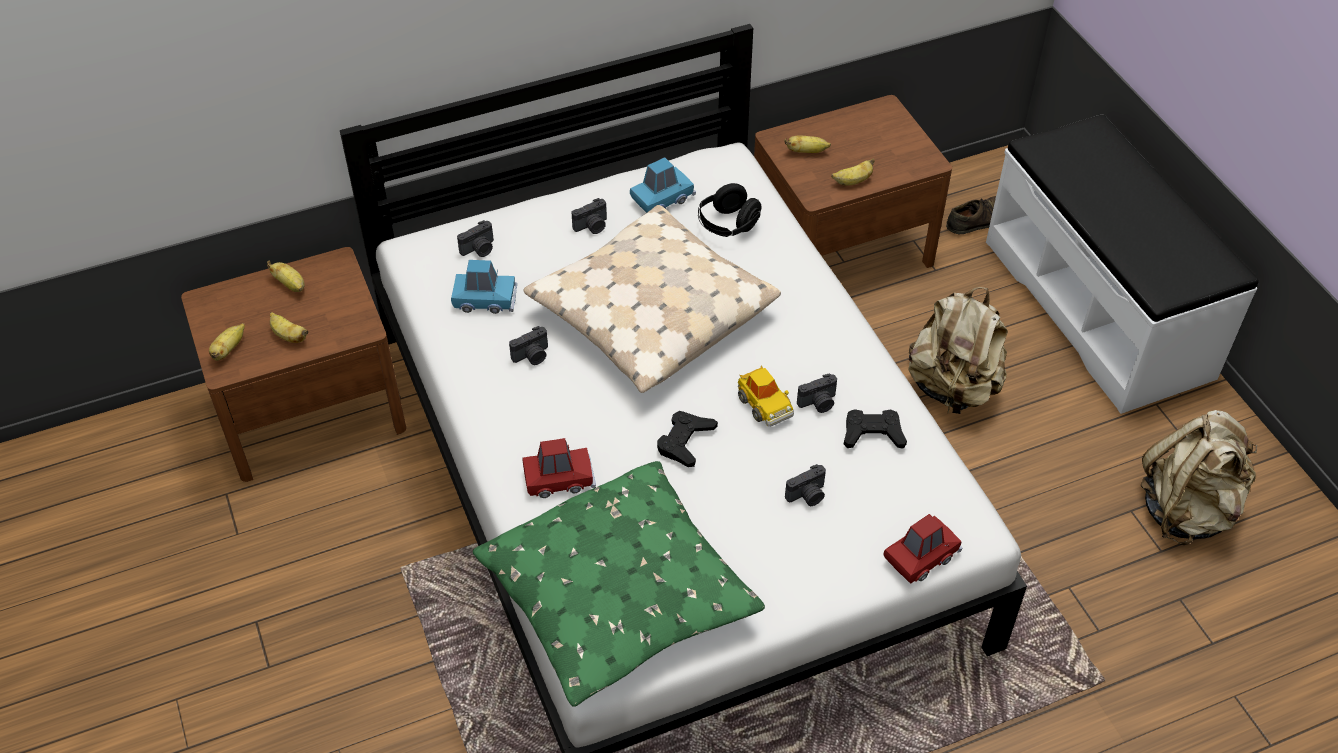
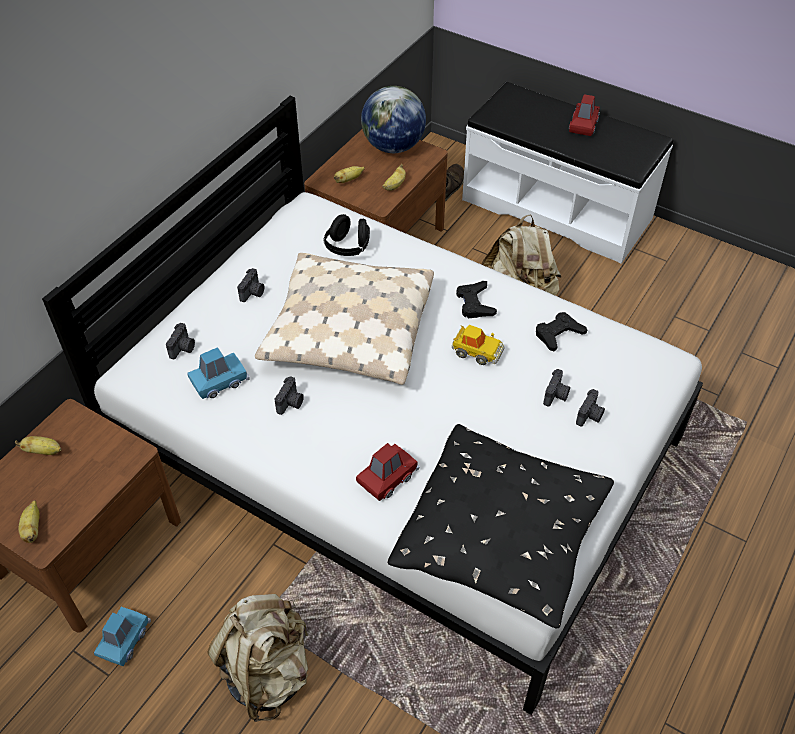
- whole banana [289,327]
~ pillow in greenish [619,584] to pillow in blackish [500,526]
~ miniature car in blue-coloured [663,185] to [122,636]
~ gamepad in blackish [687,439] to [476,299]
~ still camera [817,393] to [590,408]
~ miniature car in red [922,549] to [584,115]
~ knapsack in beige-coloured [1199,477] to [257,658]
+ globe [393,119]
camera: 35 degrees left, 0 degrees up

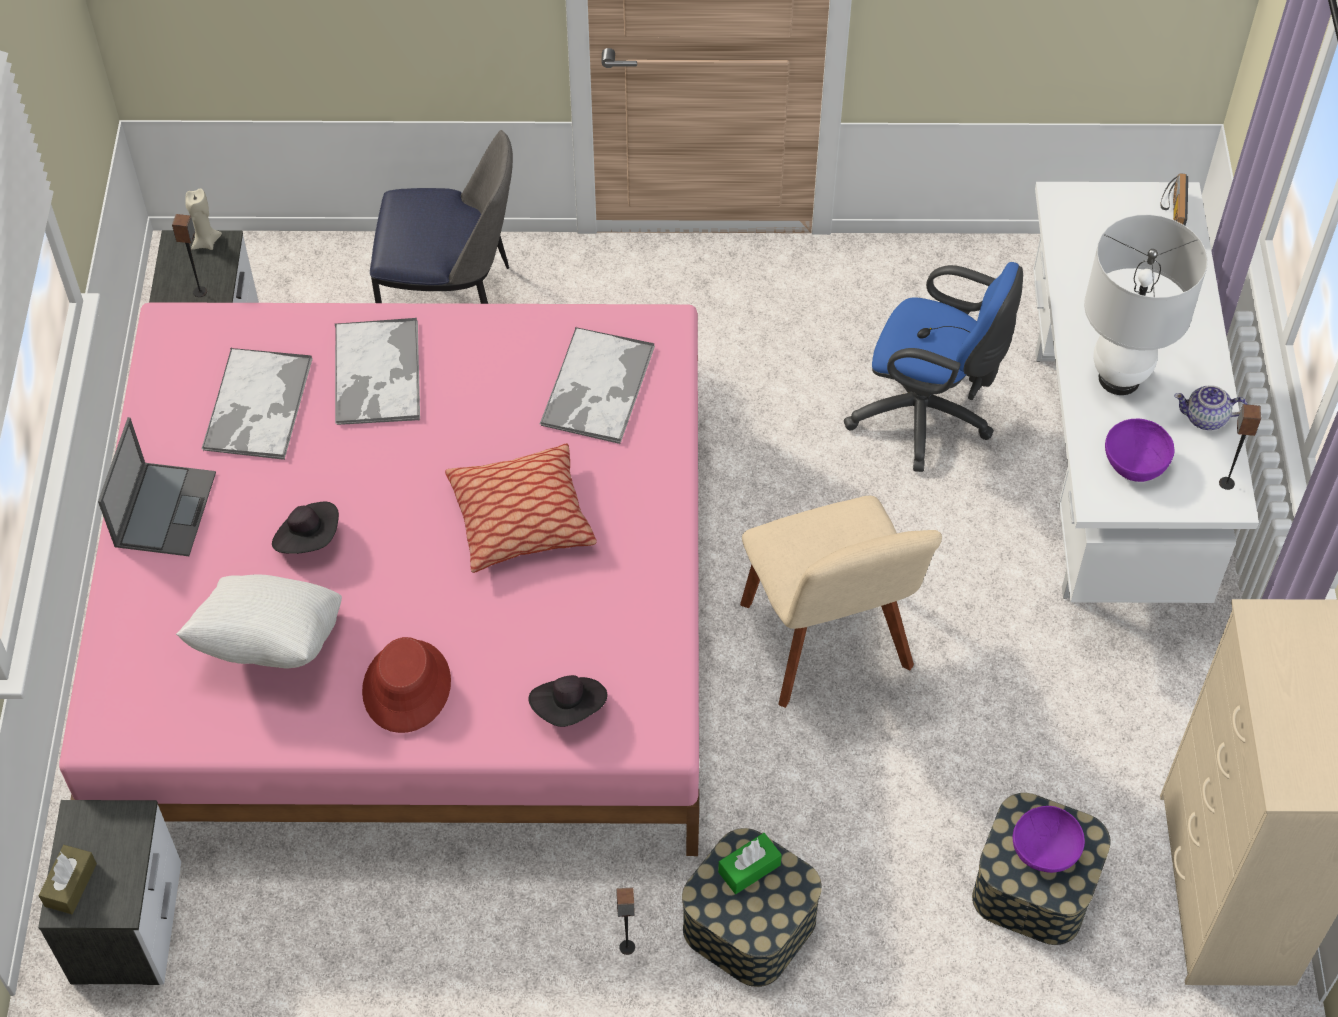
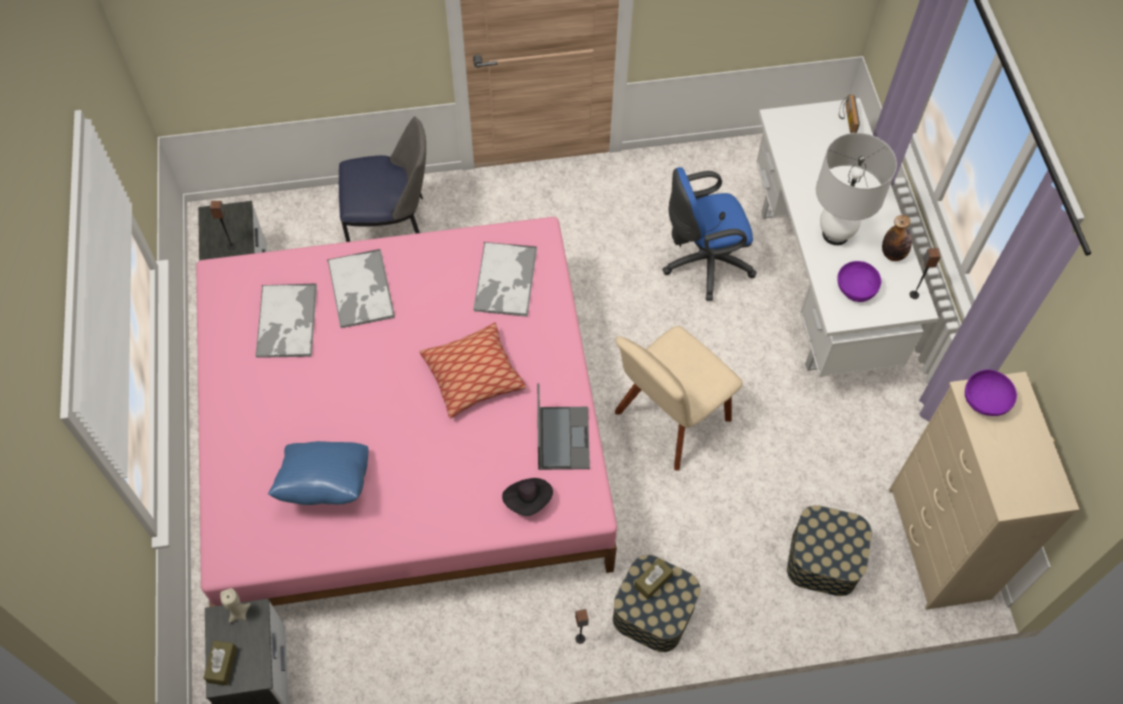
~ portable computer [157,486] to [563,426]
~ pillow in white-coloured [259,621] to pillow in blue-coloured [318,473]
~ wax light in beige-coloured [203,219] to [235,605]
- wearable hat in blackish [305,527]
- wearable hat in red [406,685]
~ tissue box in greenish [750,863] to tissue box in brownish [653,579]
~ plain chair in beige-coloured [841,602] = [679,398] 75 degrees clockwise
~ computer chair in blue-coloured [933,367] = [710,234] 150 degrees clockwise
~ deep dish in purplish [1048,839] to [991,392]
~ teapot [1211,407] to bottle [897,238]
camera: 10 degrees left, 5 degrees up

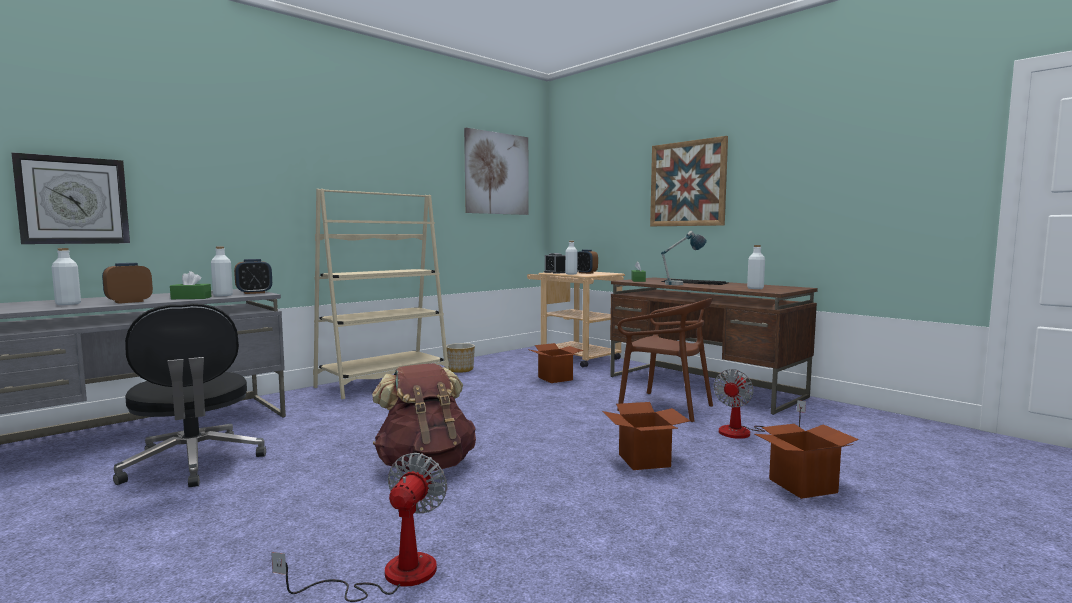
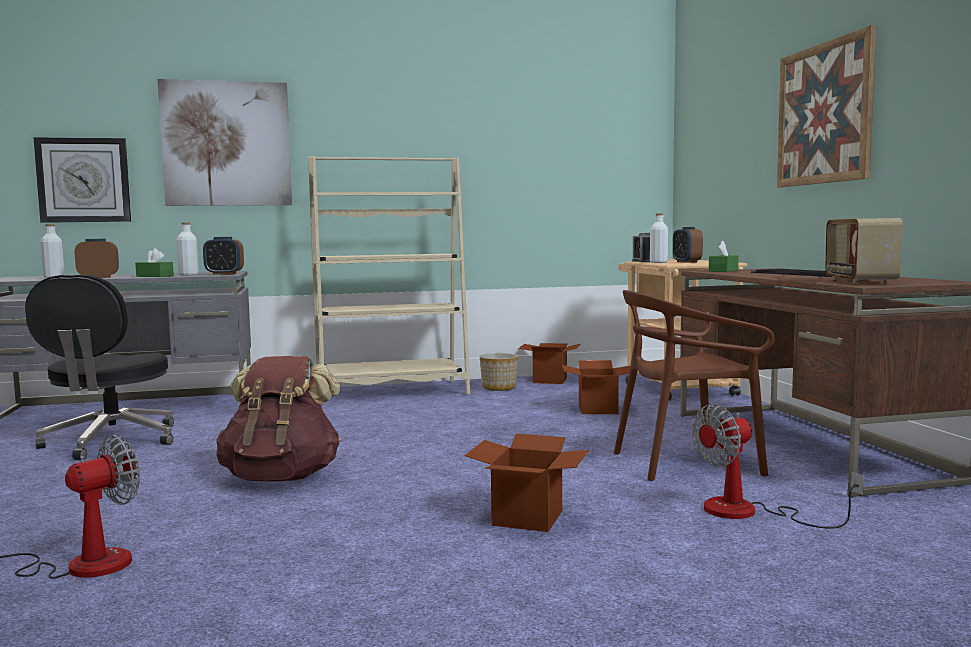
~ picture [496,171] to [224,142]
~ plain chair in brownish [665,360] = [694,385] 105 degrees clockwise
- tabletop lamp [684,258]
~ bottle in white-coloured [756,267] to radio receiver [864,251]
~ packing box [807,461] to [549,363]
camera: 30 degrees right, 0 degrees up

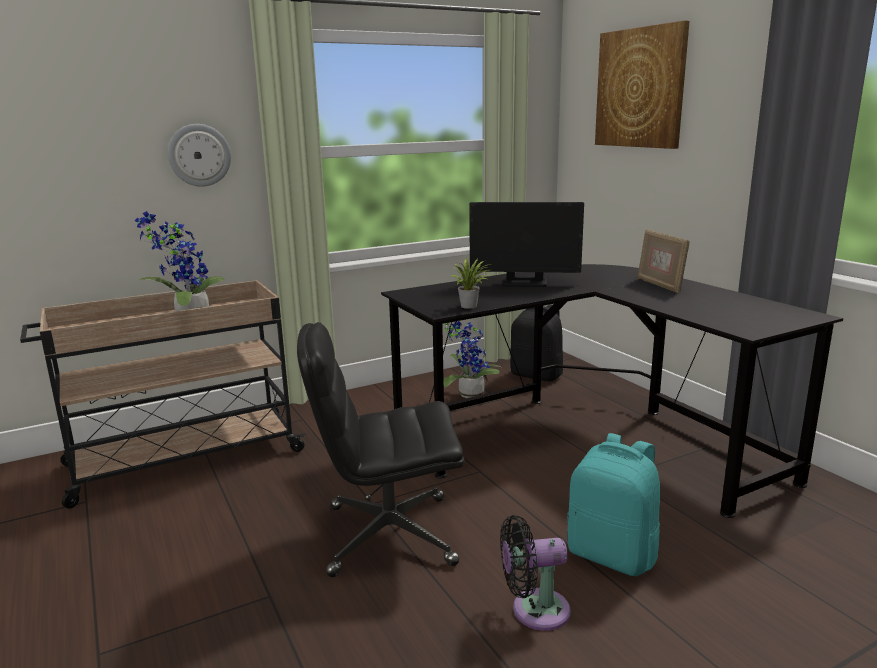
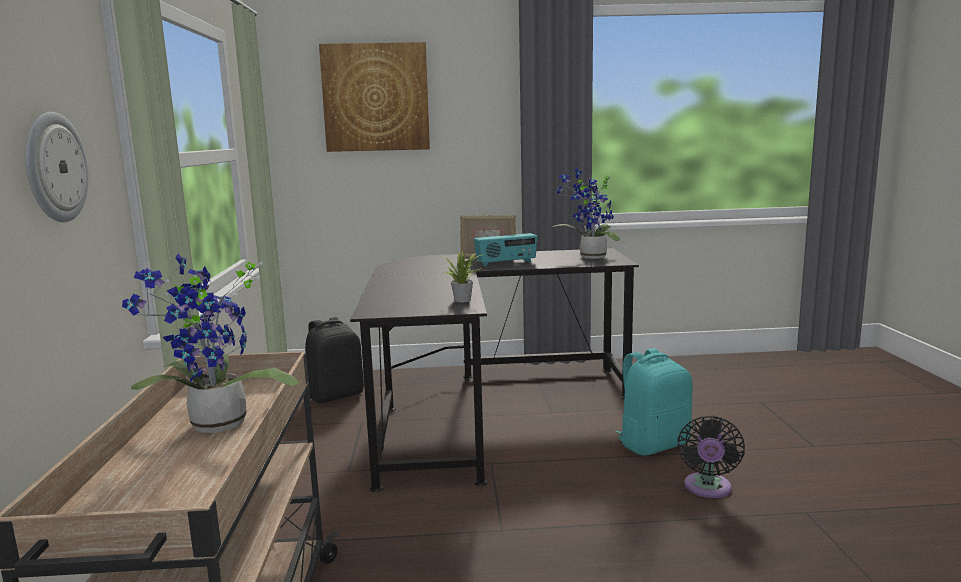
- computer chair in blackish [381,449]
~ plant in a pot [472,359] to [586,213]
- computer screen [526,244]
+ radio receiver [506,250]
camera: 65 degrees left, 5 degrees down

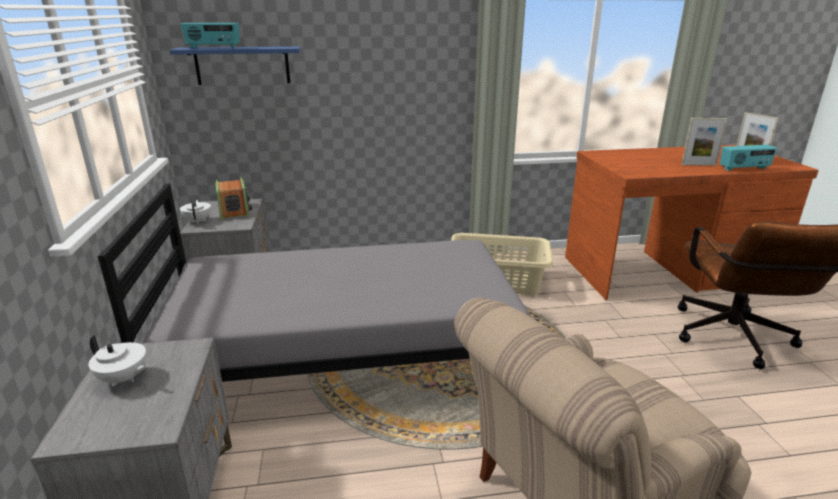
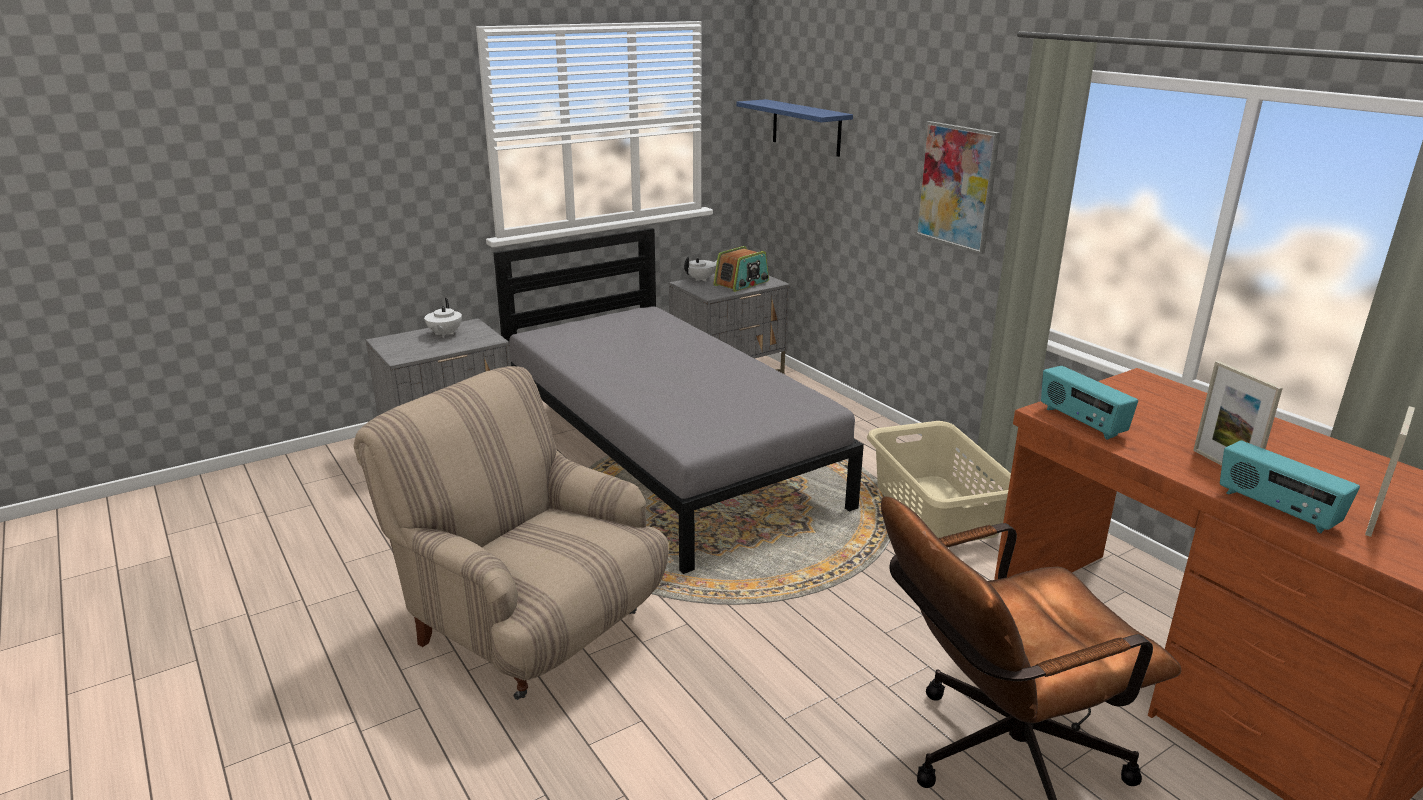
~ radio receiver [210,36] to [1089,403]
+ picture [957,187]
camera: 65 degrees right, 0 degrees up

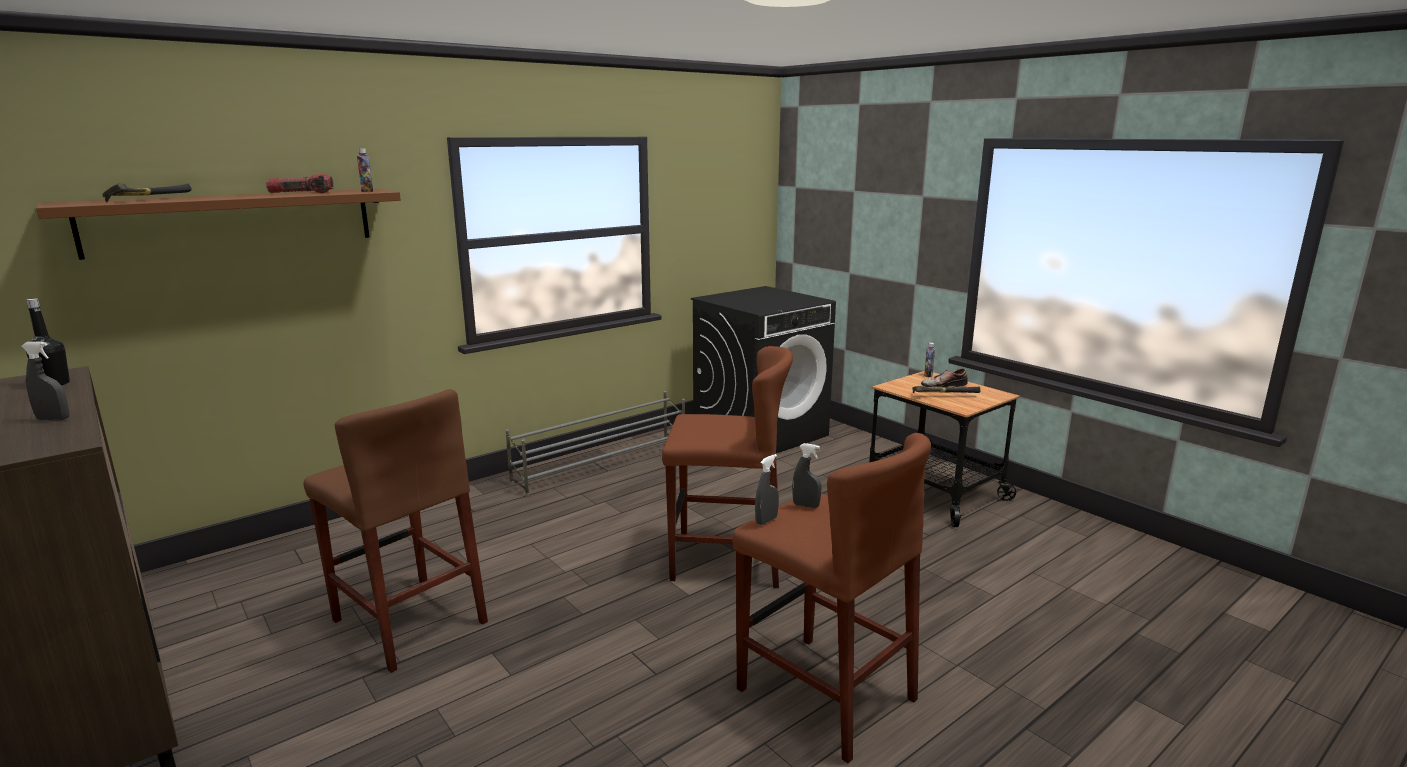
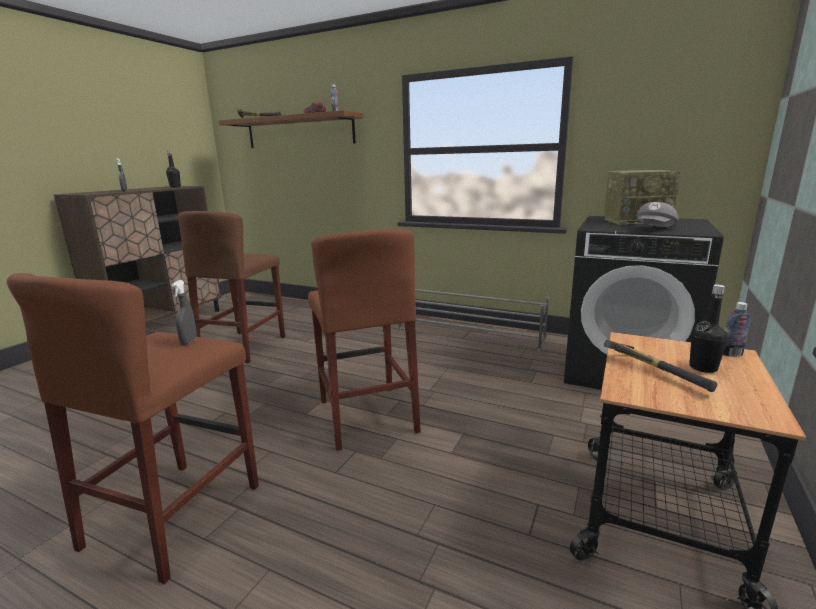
- spray bottle in gray [767,489]
~ item of footwear [944,377] to bottle in blackish [708,328]
+ radio receiver [642,197]
+ baseball cap in gray [657,214]
camera: 65 degrees right, 0 degrees up

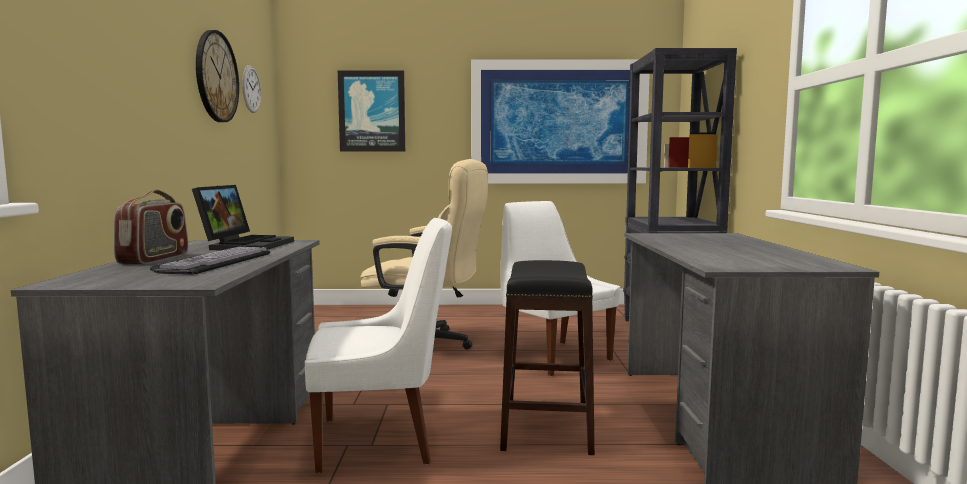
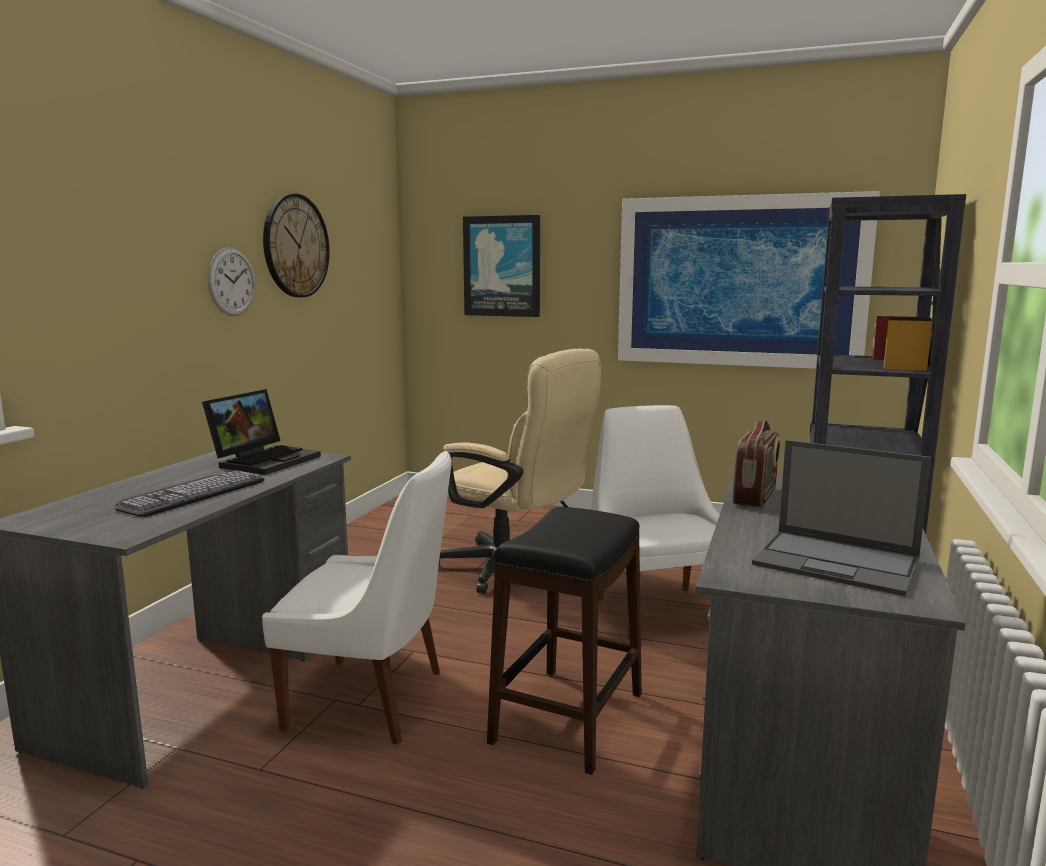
~ radio receiver [151,227] to [756,463]
~ hanging clock [251,89] to [231,281]
+ portable computer [841,518]
camera: 20 degrees right, 5 degrees up

